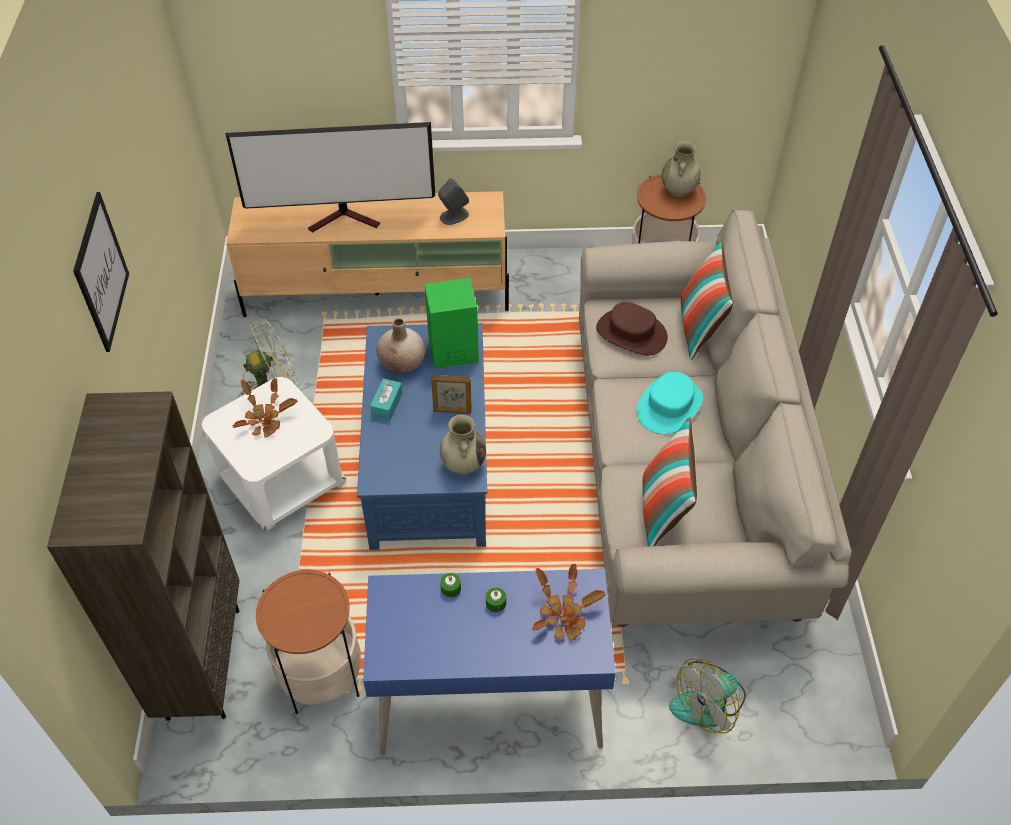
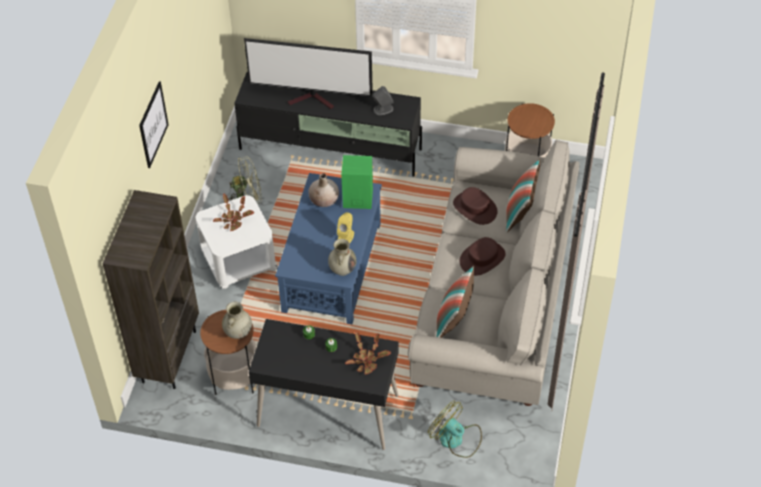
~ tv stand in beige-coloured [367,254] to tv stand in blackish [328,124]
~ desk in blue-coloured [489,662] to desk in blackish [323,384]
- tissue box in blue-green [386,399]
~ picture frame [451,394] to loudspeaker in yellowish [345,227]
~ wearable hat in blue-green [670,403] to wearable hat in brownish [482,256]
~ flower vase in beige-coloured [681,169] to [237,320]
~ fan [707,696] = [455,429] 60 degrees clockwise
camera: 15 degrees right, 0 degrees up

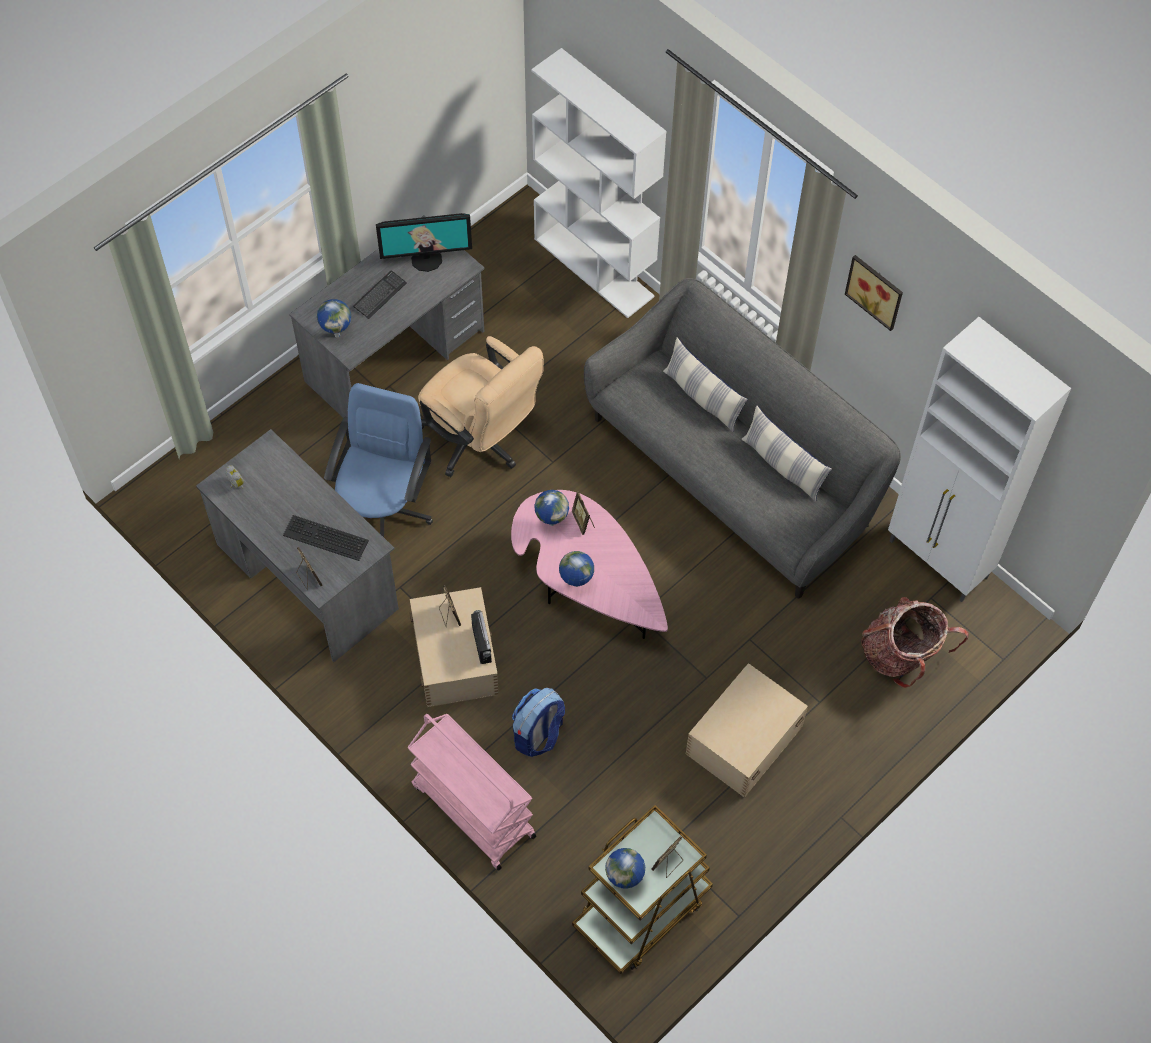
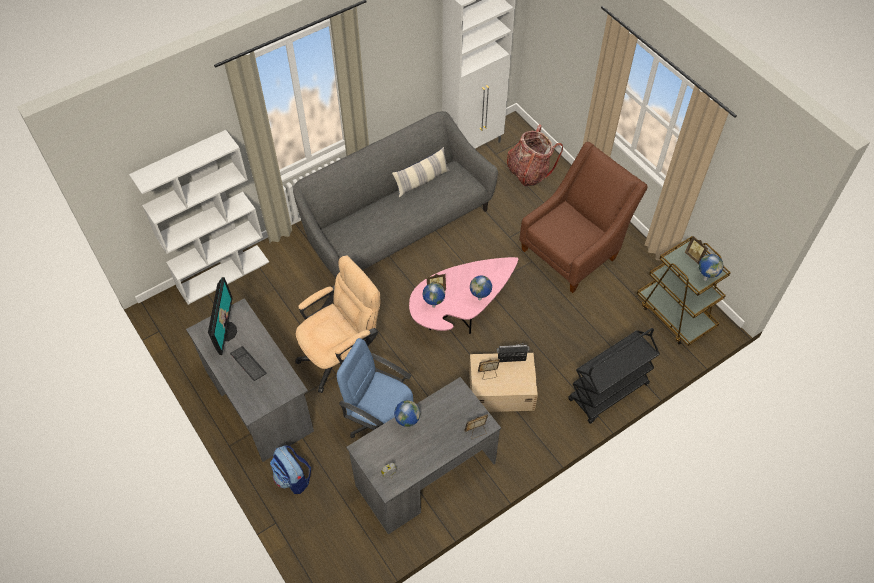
- keyboard [326,538]
~ globe [334,318] to [407,413]
~ cart in pinkish [471,792] to cart in blackish [614,376]
~ knapsack [538,722] to [290,470]
- pillow [705,384]
~ storage bin in beige-coloured [747,730] to lounge chair in brownish [583,217]
- picture [874,293]
camera: 80 degrees left, 5 degrees down

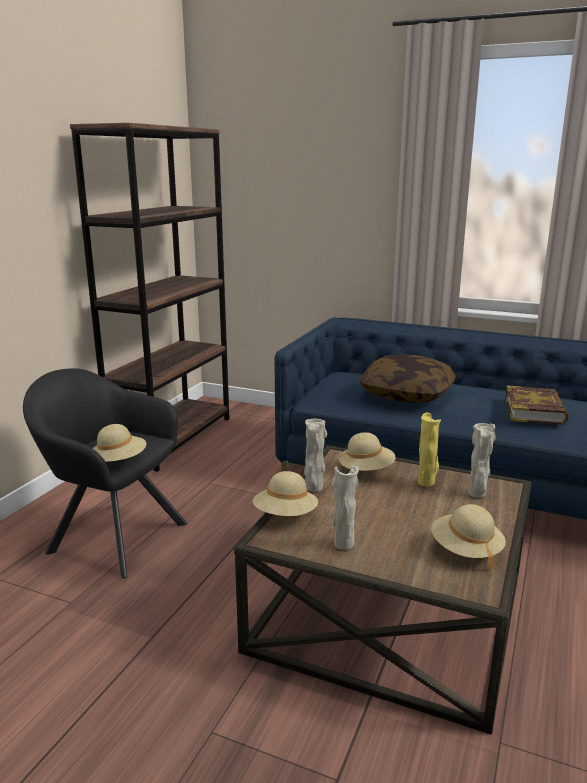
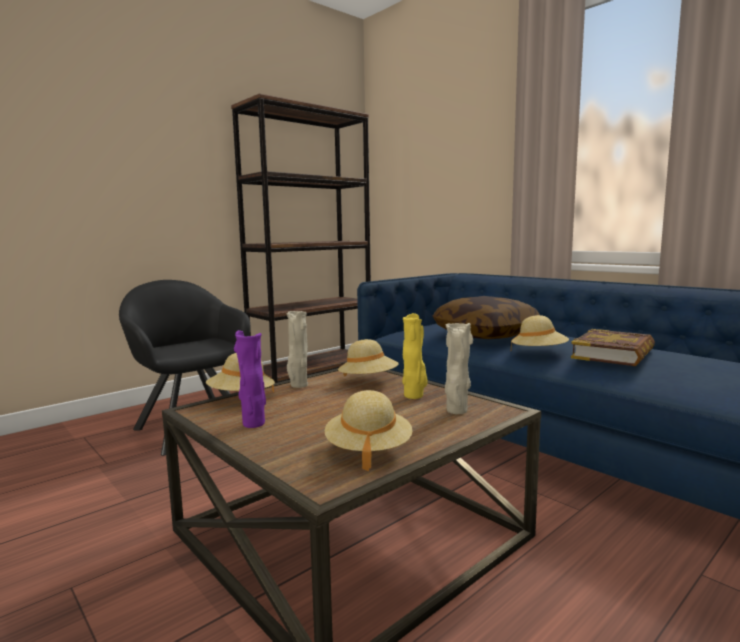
~ wearable hat in beige-coloured [119,443] to [540,332]
~ flower vase in beige-coloured [345,508] to flower vase in purplish [250,379]
camera: 25 degrees right, 10 degrees down

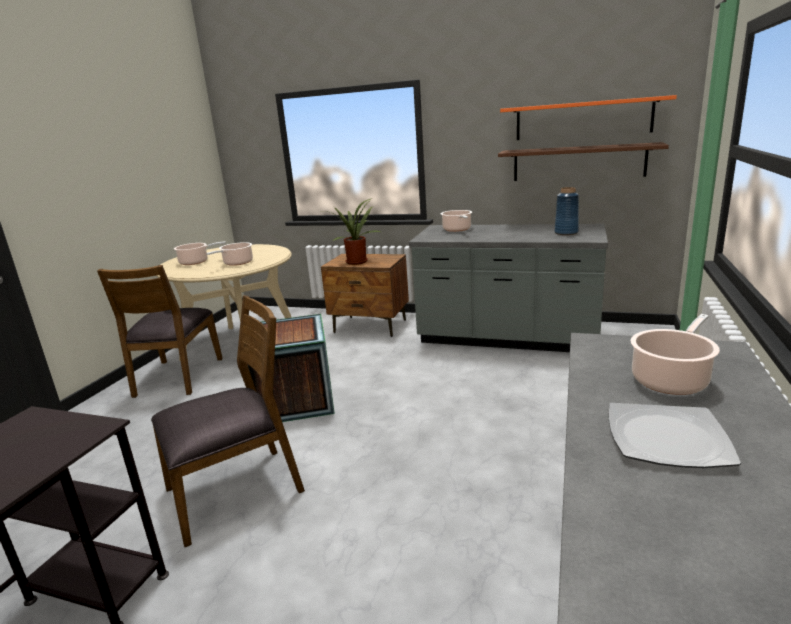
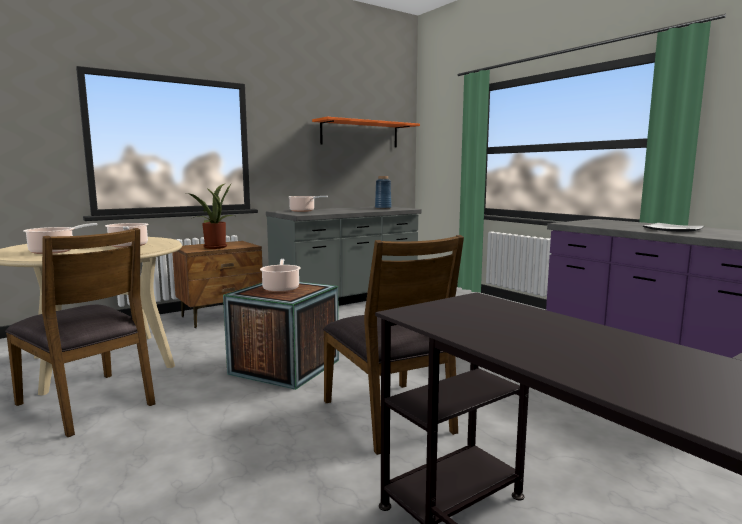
~ plain chair in brownish [228,421] = [393,345] 150 degrees clockwise
- shelf in brownish [583,161]
~ cooking pot [675,354] to [280,275]
camera: 55 degrees left, 10 degrees down

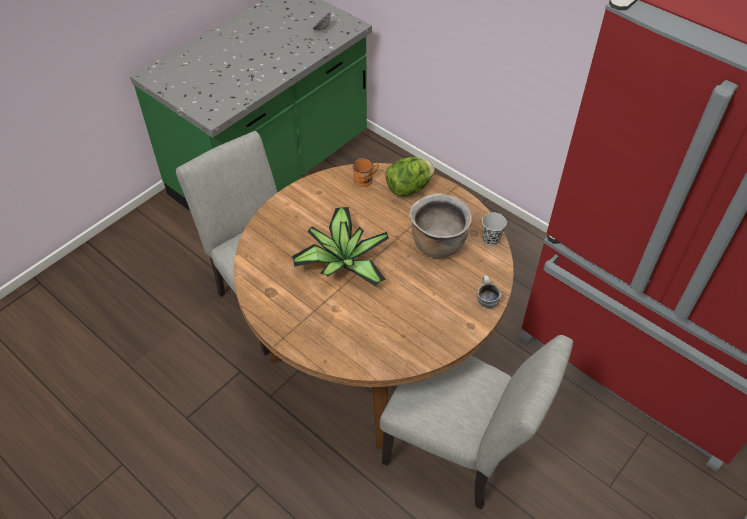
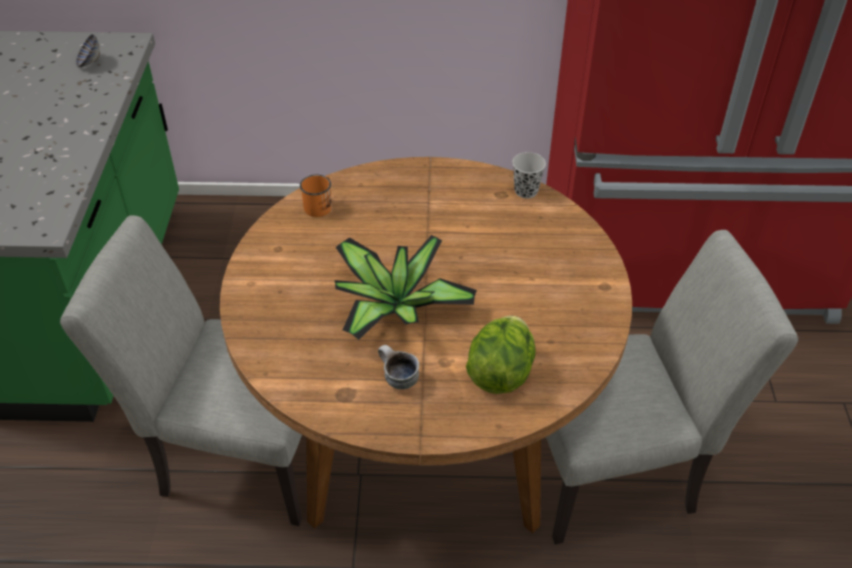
~ head of lettuce [410,177] to [501,354]
- cooking pot in brownish [440,226]
~ tea mug [489,292] to [398,367]
camera: 40 degrees left, 5 degrees down

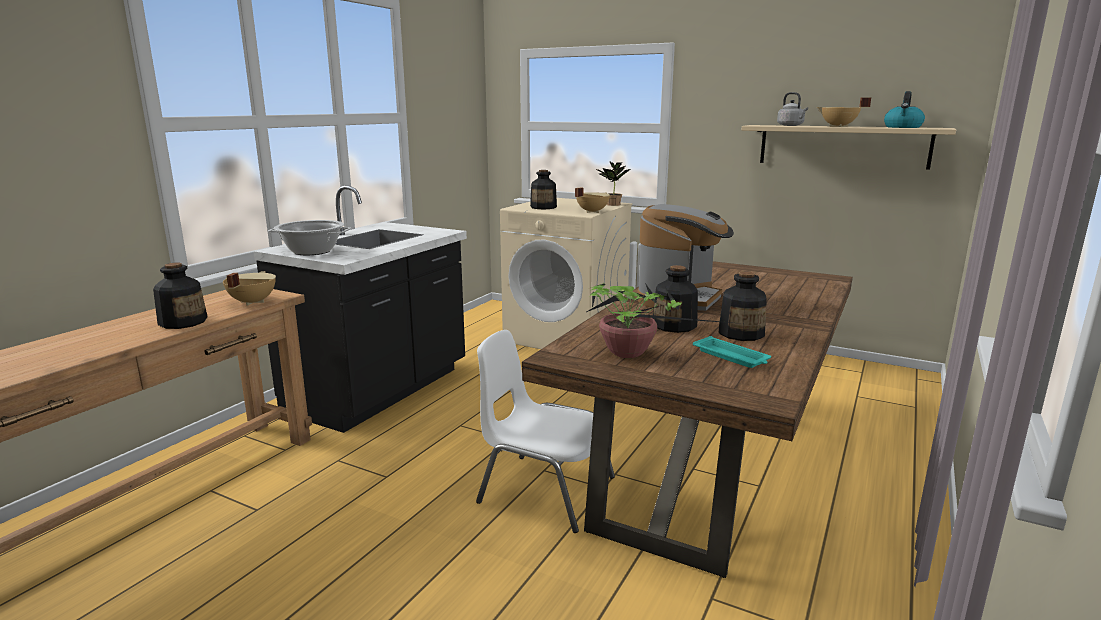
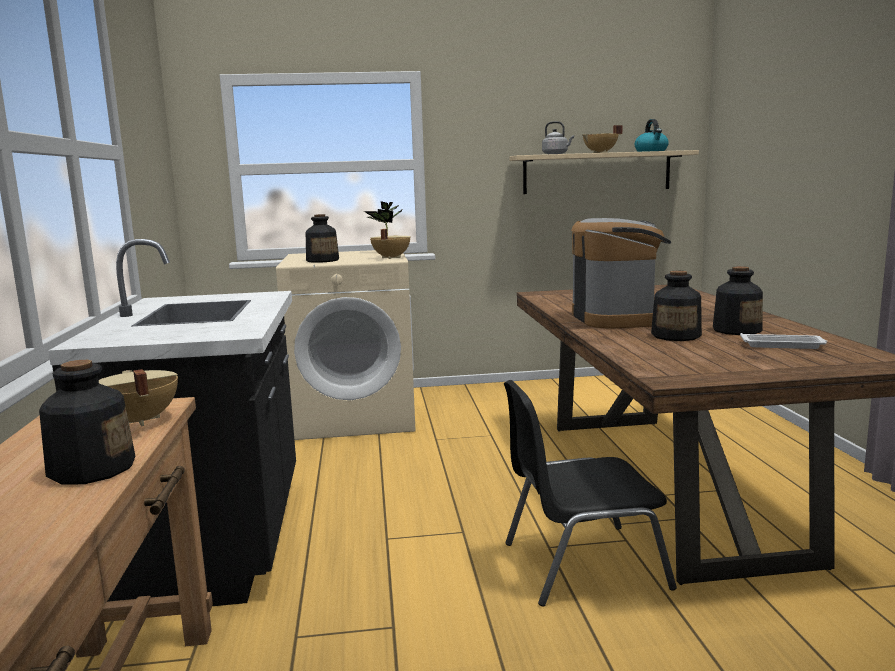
- cooking pot [309,237]
~ plain chair in white-coloured [545,431] to plain chair in blackish [590,493]
- plant in a pot [665,320]
~ tray in blue-green [732,352] to tray in white-coloured [783,341]
camera: 35 degrees left, 5 degrees down

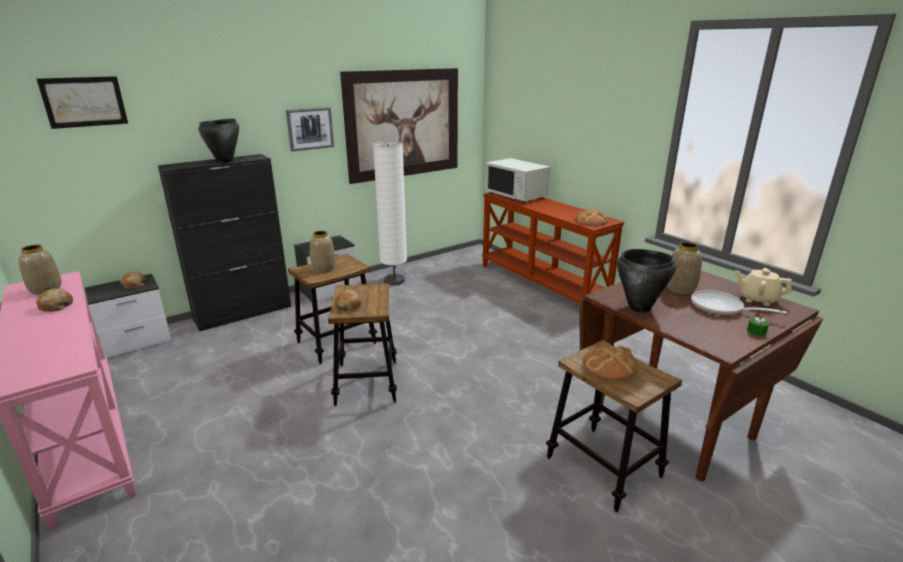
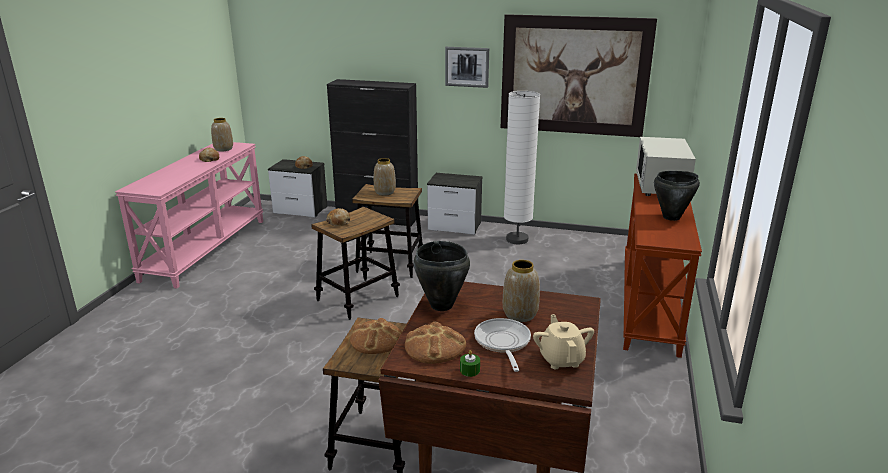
- picture [82,102]
~ cooking pot in blackish [218,140] to [677,196]
~ bread [591,217] to [435,343]
camera: 50 degrees right, 0 degrees up

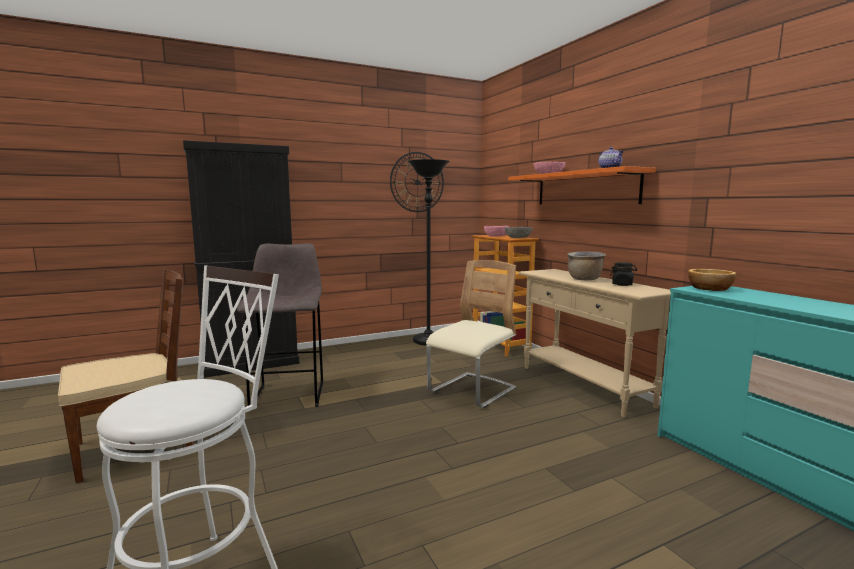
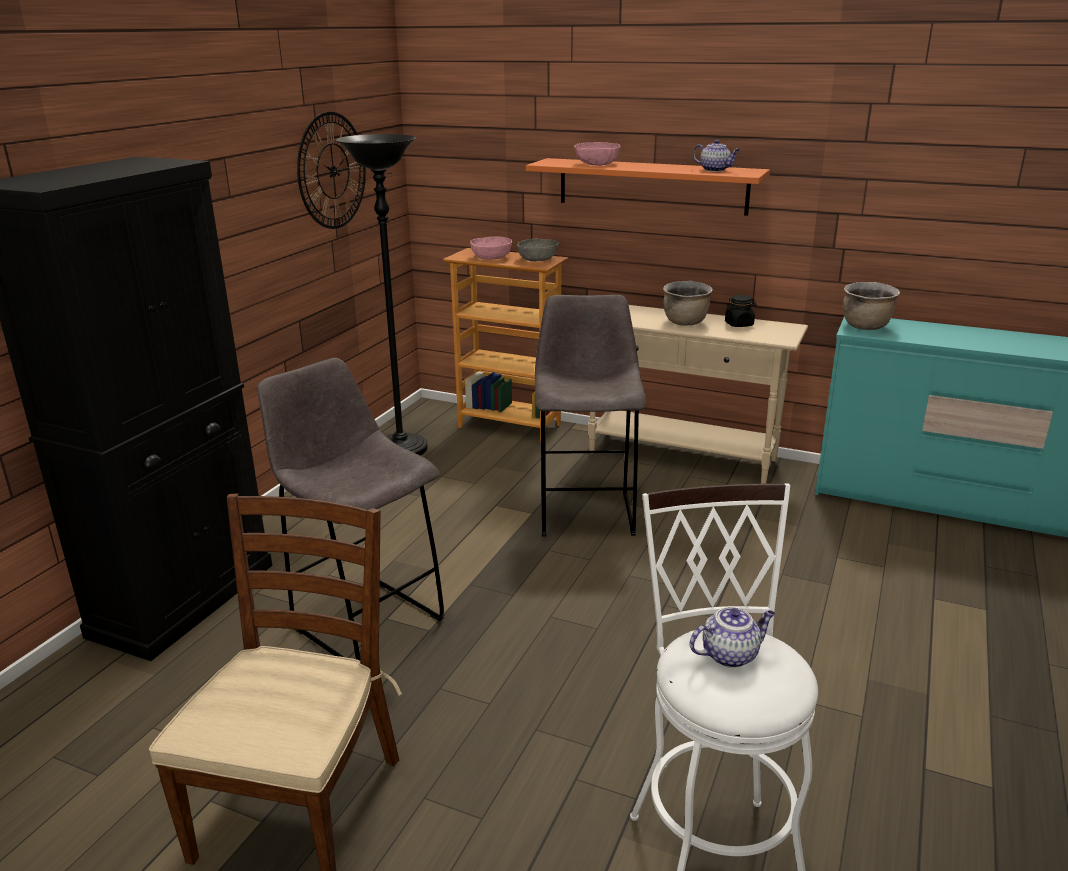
~ plain chair in beige-coloured [471,334] to stool seat in gray [590,416]
~ deep dish [712,280] to cooking pot in brownish [871,306]
+ teapot [732,637]
camera: 40 degrees left, 15 degrees up

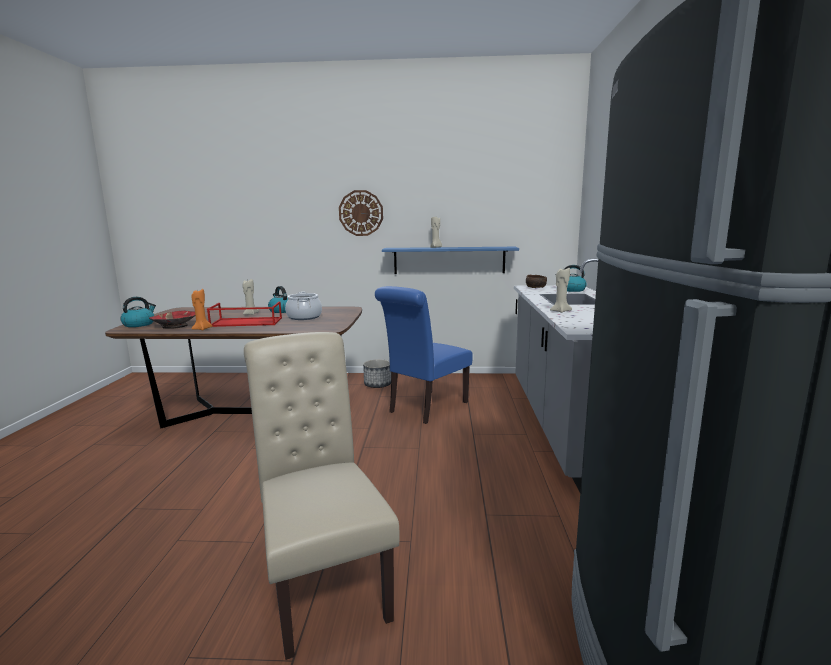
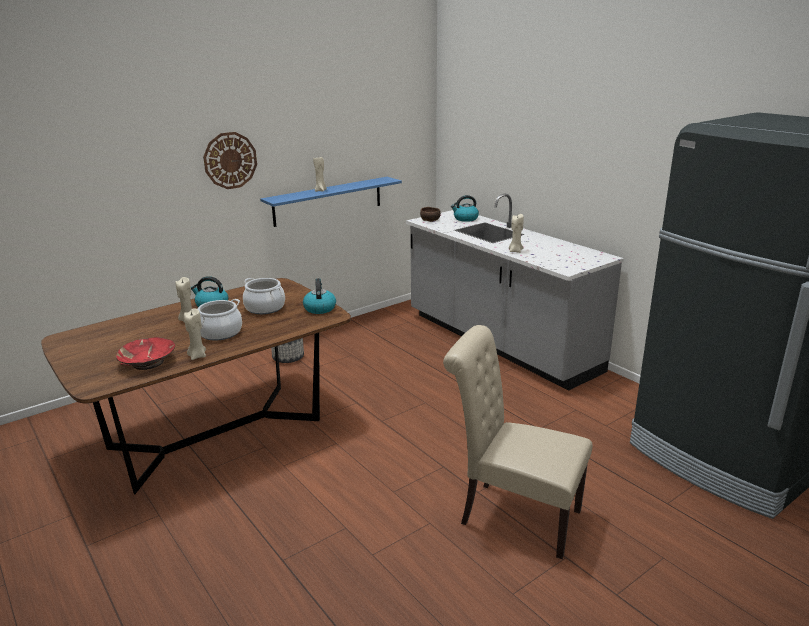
~ water kettle [138,312] to [319,296]
~ wax light in orange [201,309] to wax light in beige-coloured [195,334]
~ tray in red [244,314] to cooking pot [220,320]
- plain chair in blue-coloured [424,355]
camera: 40 degrees left, 10 degrees up

